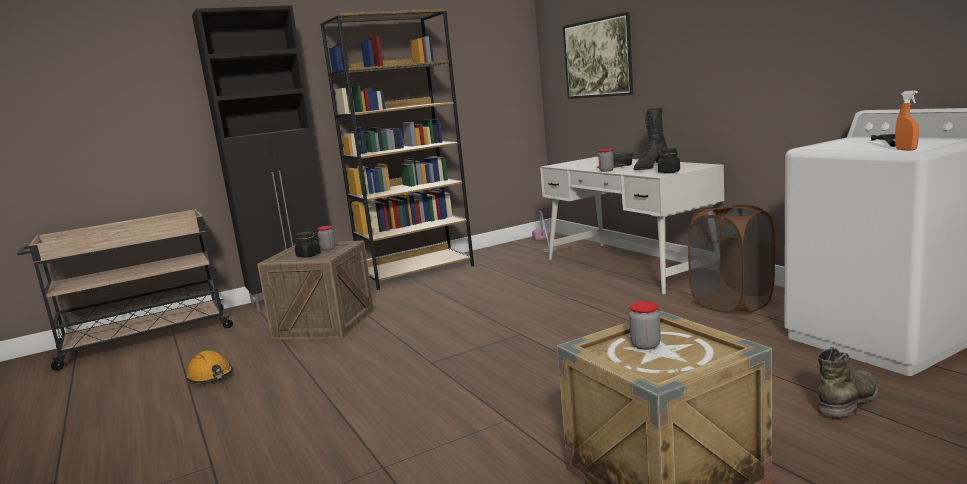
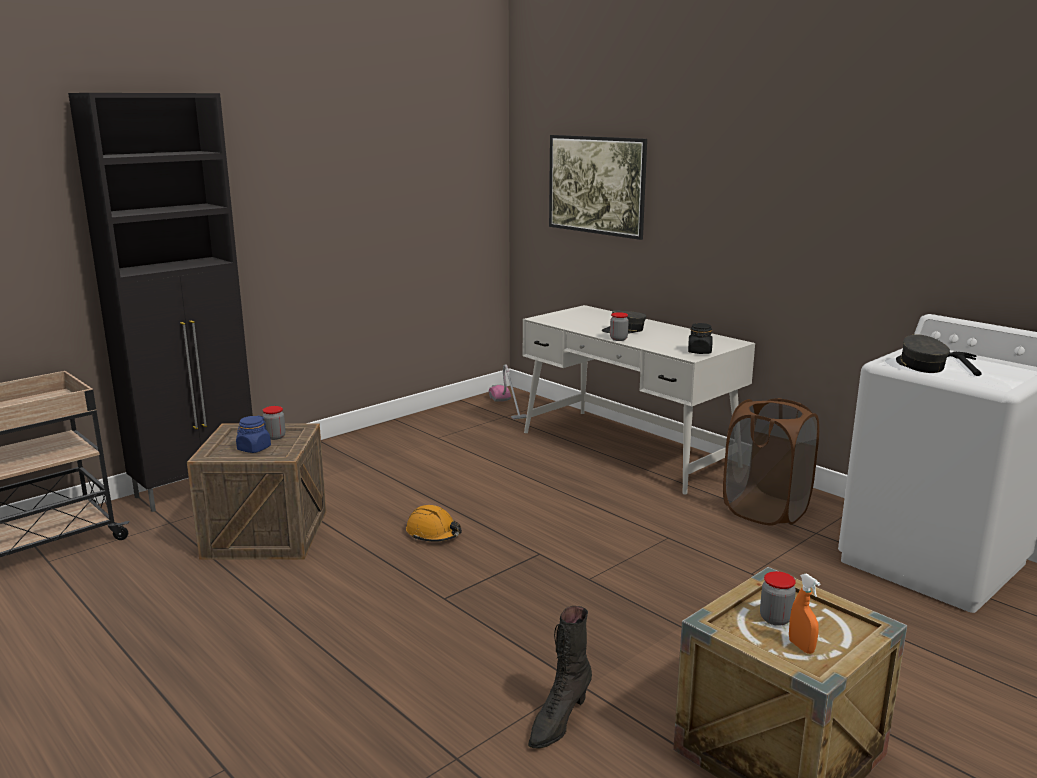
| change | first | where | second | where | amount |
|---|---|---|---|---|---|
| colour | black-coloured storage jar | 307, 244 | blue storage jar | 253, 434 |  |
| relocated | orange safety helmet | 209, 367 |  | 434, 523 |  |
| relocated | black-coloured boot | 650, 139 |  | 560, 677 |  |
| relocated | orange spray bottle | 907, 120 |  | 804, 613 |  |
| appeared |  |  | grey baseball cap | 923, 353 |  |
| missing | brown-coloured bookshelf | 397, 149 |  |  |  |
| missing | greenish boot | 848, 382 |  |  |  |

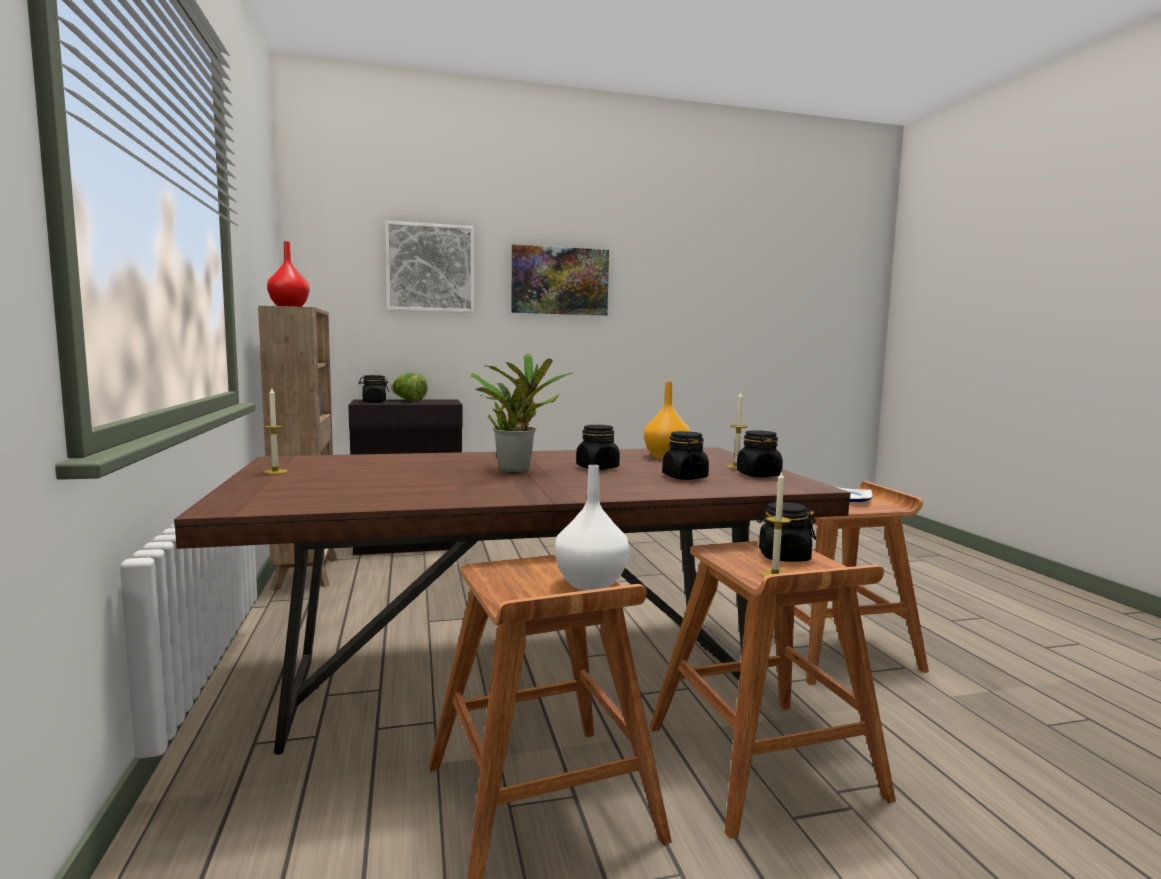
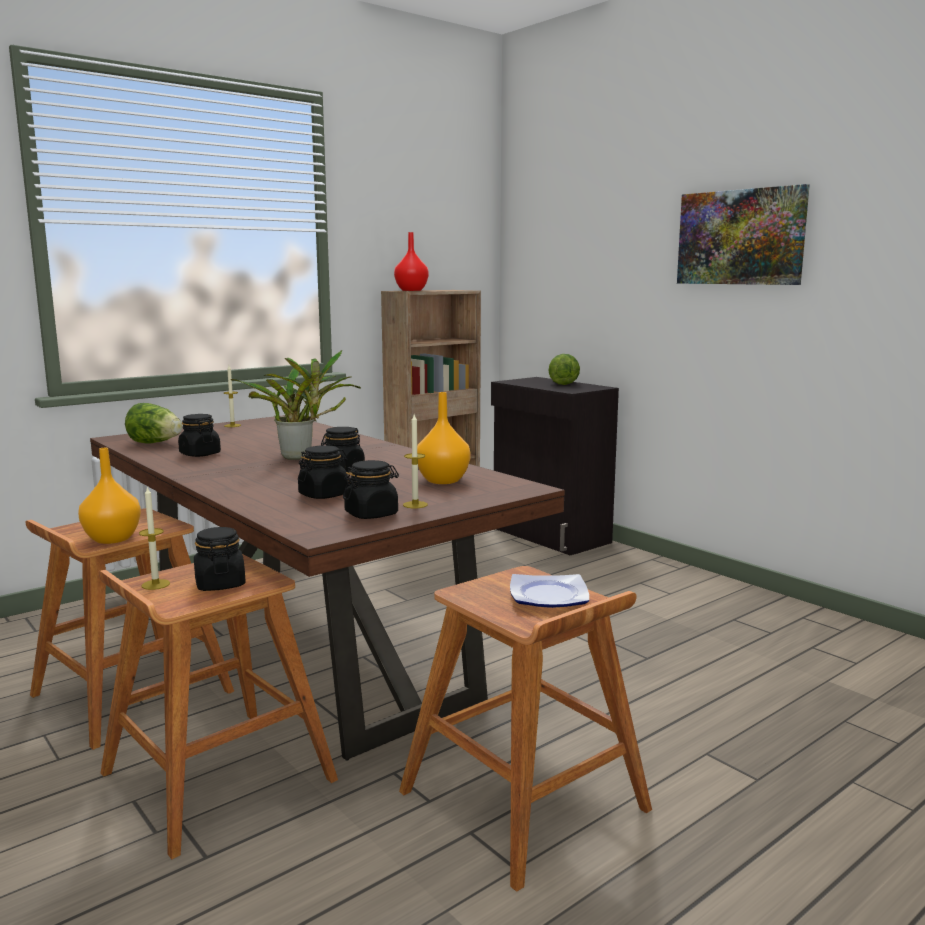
| change | first | where | second | where | amount |
|---|---|---|---|---|---|
| colour | white flower vase | 592, 527 | orange flower vase | 109, 496 |  |
| appeared |  |  | lettuce head | 154, 423 |  |
| relocated | black-coloured storage jar | 373, 388 |  | 199, 435 |  |
| missing | wall art | 429, 267 |  |  |  |

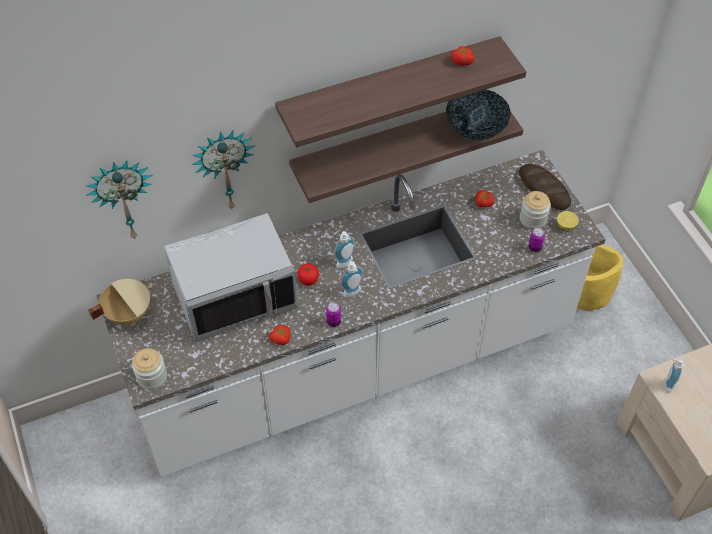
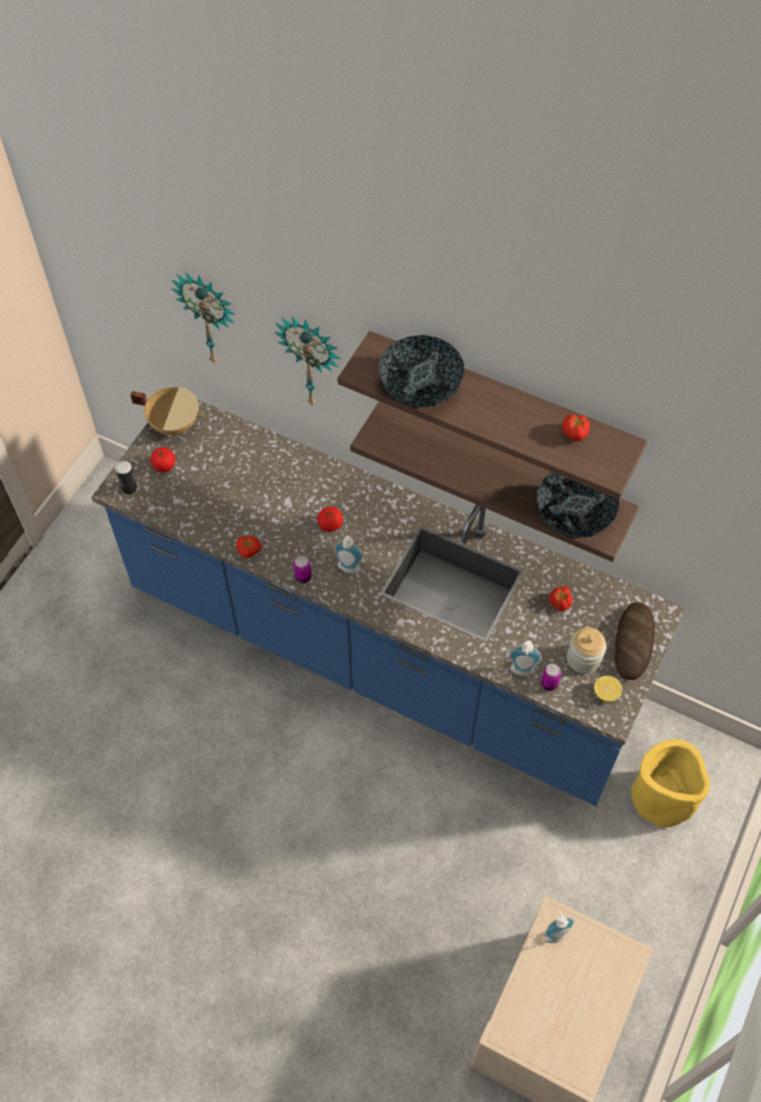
| change | first | where | second | where | amount |
|---|---|---|---|---|---|
| colour | white kitchen base unit | 351, 313 | blue kitchen base unit | 388, 602 |  |
| exchanged | storage jar | 149, 369 | sealed can | 126, 477 |  |
| appeared |  |  | tomato | 163, 460 |  |
| appeared |  |  | deep dish | 421, 371 |  |
| relocated | soap dispenser | 344, 249 |  | 525, 658 |  |
| missing | grey kitchen microwave | 231, 278 |  |  |  |

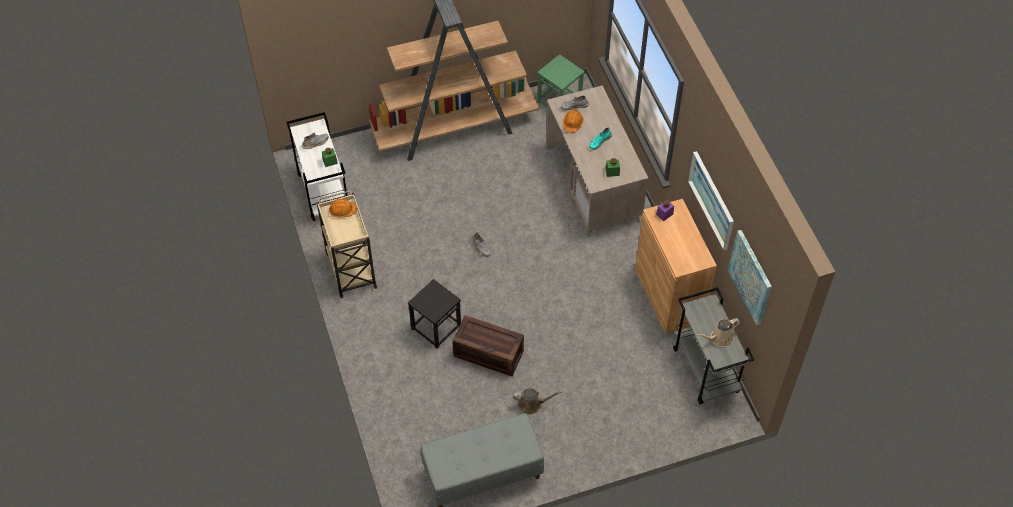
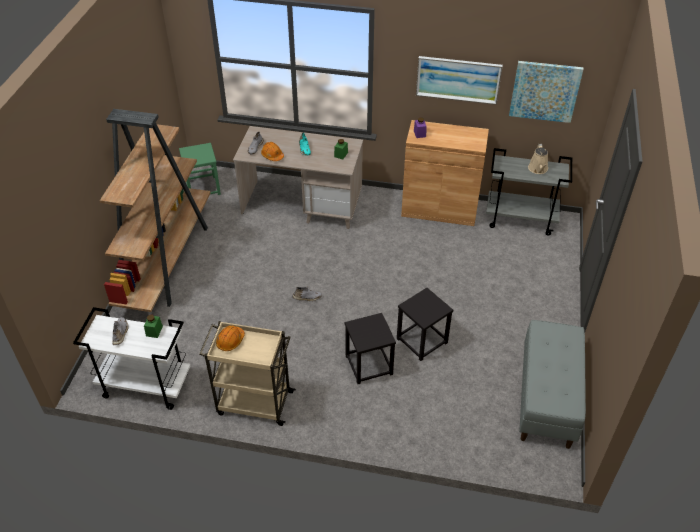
| change | first | where | second | where | amount |
|---|---|---|---|---|---|
| exchanged | packing crate | 488, 345 | black-coloured stool seat | 425, 324 |  |
| missing | brown-coloured watering can | 537, 401 |  |  |  |

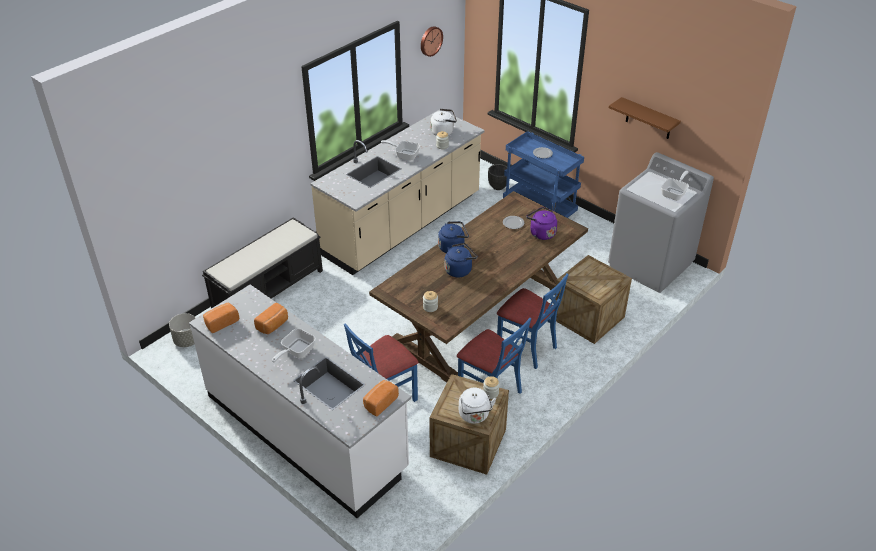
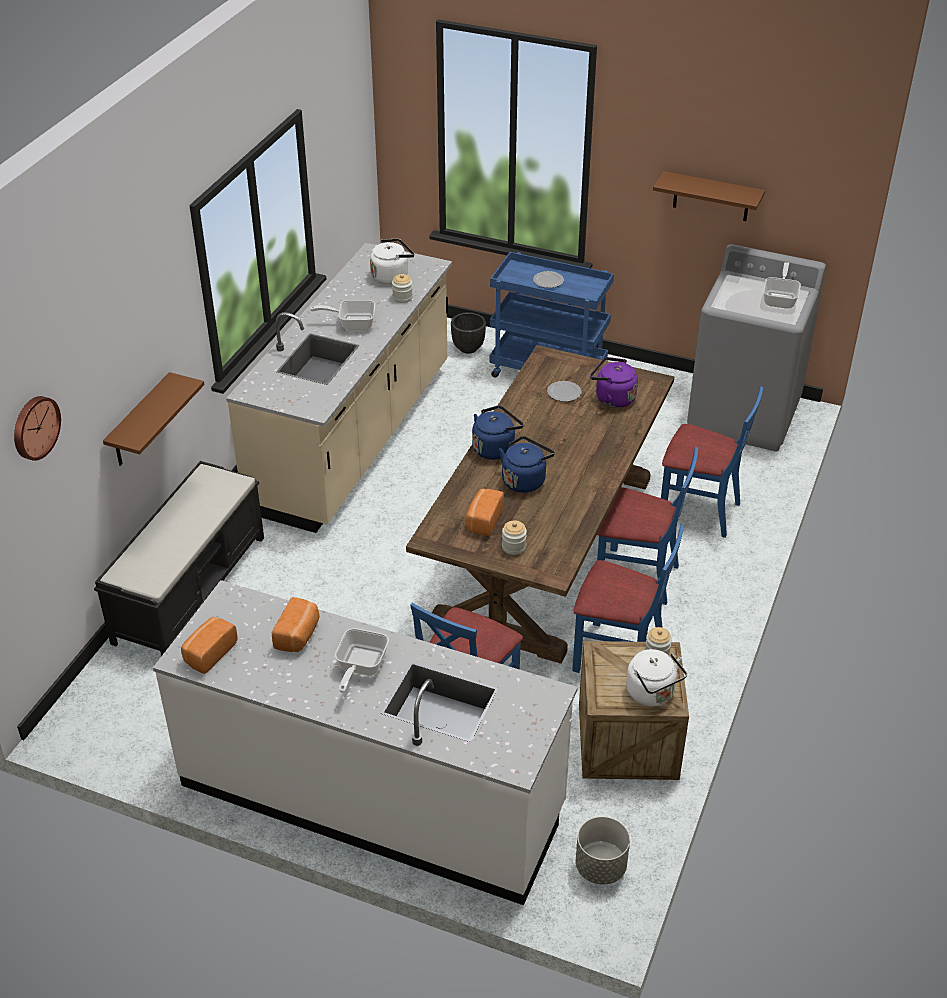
| change | first | where | second | where | amount |
|---|---|---|---|---|---|
| relocated | clock on the wall | 432, 41 |  | 37, 428 |  |
| appeared |  |  | brown-coloured wall shelf | 153, 419 |  |
| relocated | baked bread | 381, 398 |  | 484, 512 |  |
| relocated | grey flower pot | 182, 330 |  | 603, 850 |  |
| exchanged | packing crate | 592, 299 | blue upright chair | 712, 462 |  |

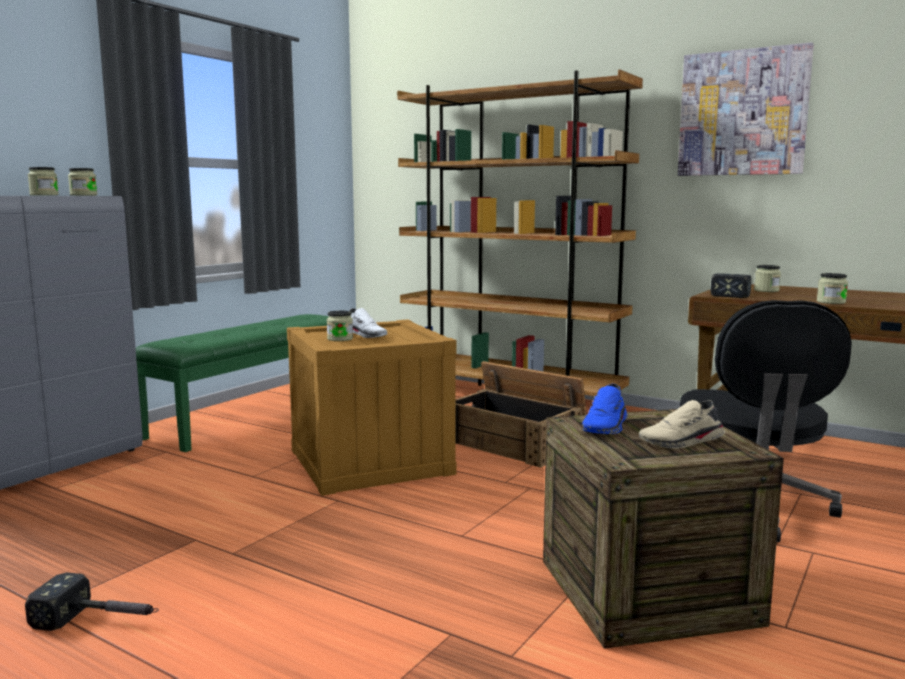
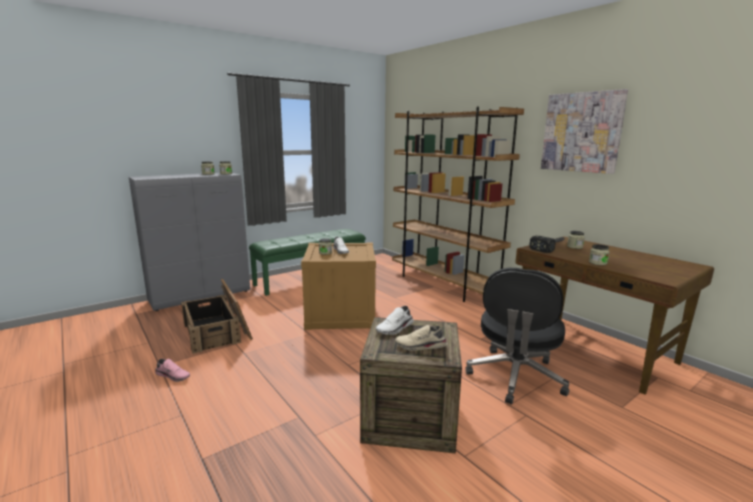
| change | first | where | second | where | amount |
|---|---|---|---|---|---|
| exchanged | tool hammer | 92, 602 | pink-coloured low shoe | 172, 370 |  |
| relocated | packing crate | 521, 414 |  | 217, 316 |  |
| colour | blue low shoe | 605, 409 | white low shoe | 395, 320 |  |

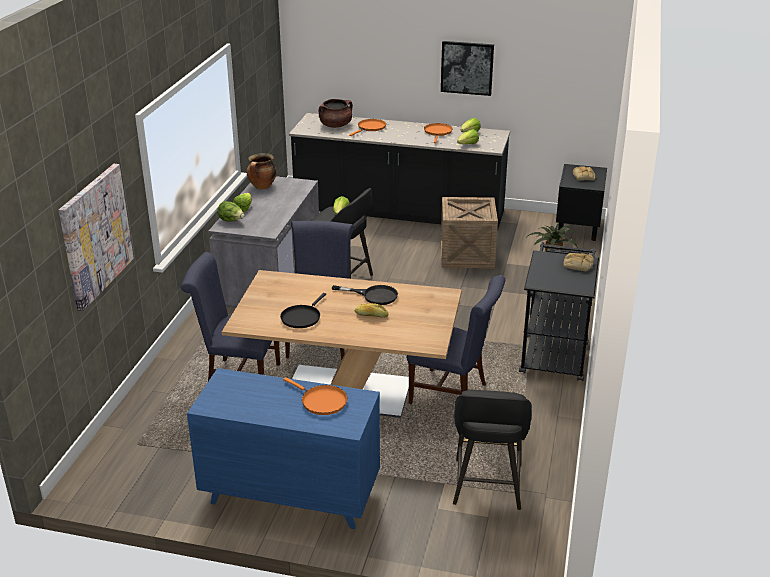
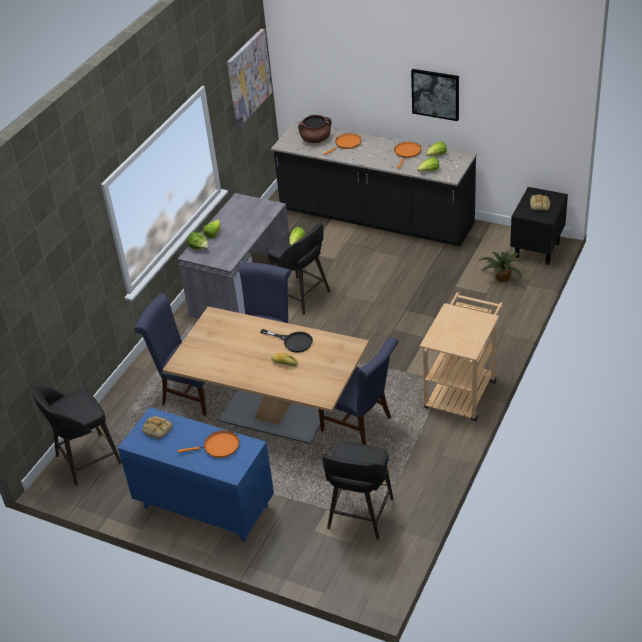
| change | first | where | second | where | amount |
|---|---|---|---|---|---|
| appeared |  |  | black-coloured stool seat | 77, 436 |  |
| relocated | baked bread | 578, 262 |  | 157, 427 |  |
| spun | orange frying pan | 315, 396 |  | 208, 444 | 60 degrees counterclockwise |
| relocated | wall art | 96, 237 |  | 249, 78 |  |
| colour | black-coloured cart | 559, 311 | beige cart | 461, 357 |  |
| missing | stockpot | 262, 171 |  |  |  |
| missing | black-coloured frying pan | 303, 310 |  |  |  |
| missing | packing crate | 469, 233 |  |  |  |

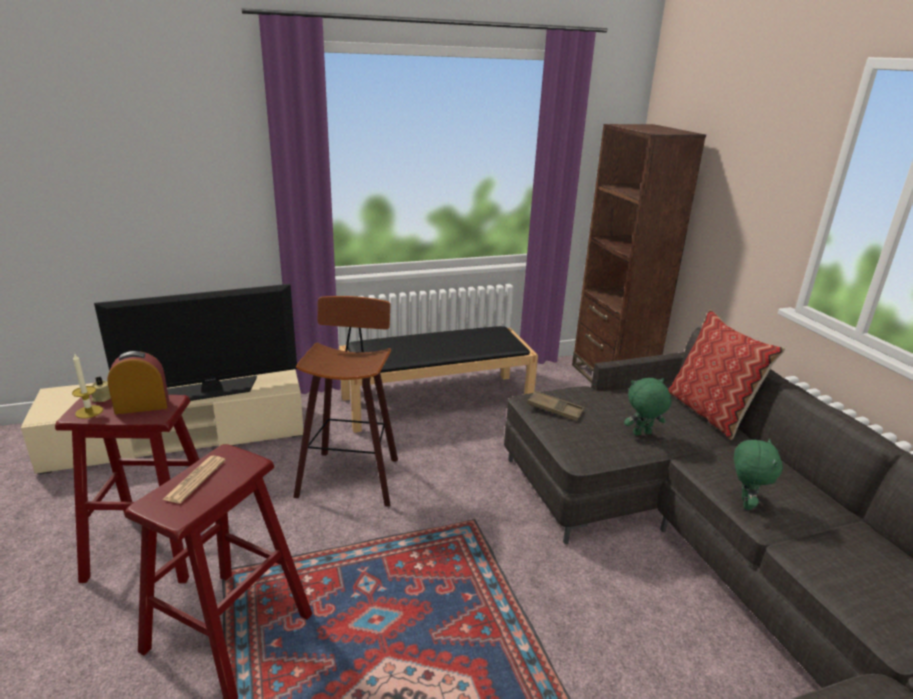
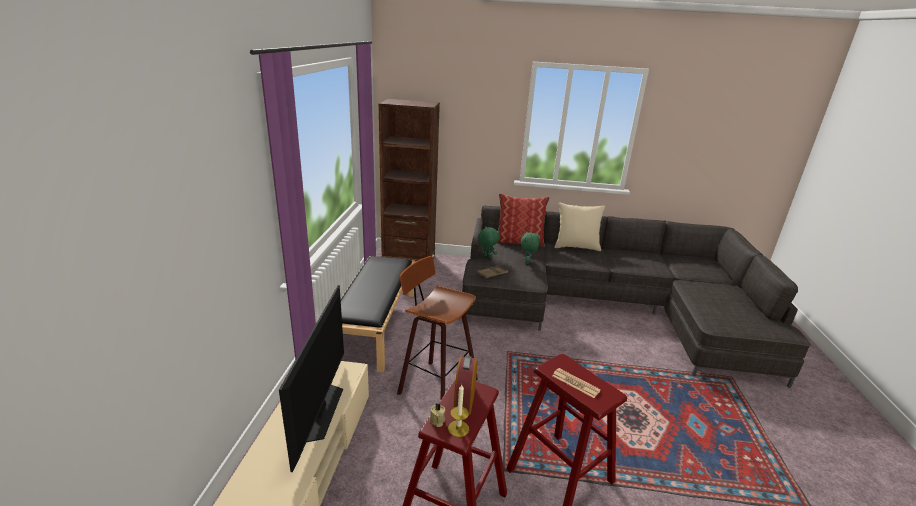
| change | first | where | second | where | amount |
|---|---|---|---|---|---|
| relocated | greenish plush toy | 758, 474 |  | 489, 242 |  |
| appeared |  |  | beige throw pillow | 579, 226 |  |

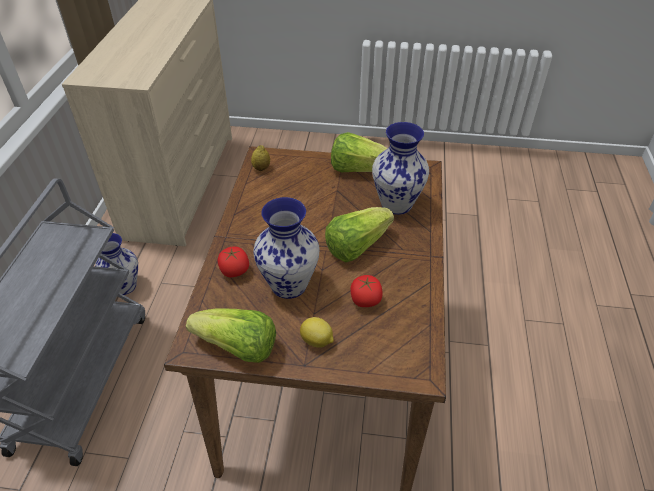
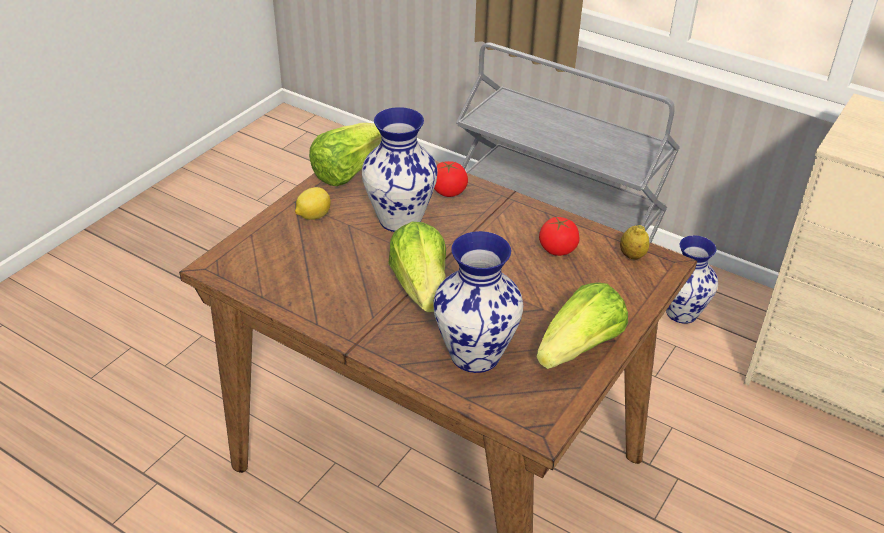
| change | first | where | second | where | amount |
|---|---|---|---|---|---|
| relocated | tomato | 366, 291 |  | 559, 236 |  |

